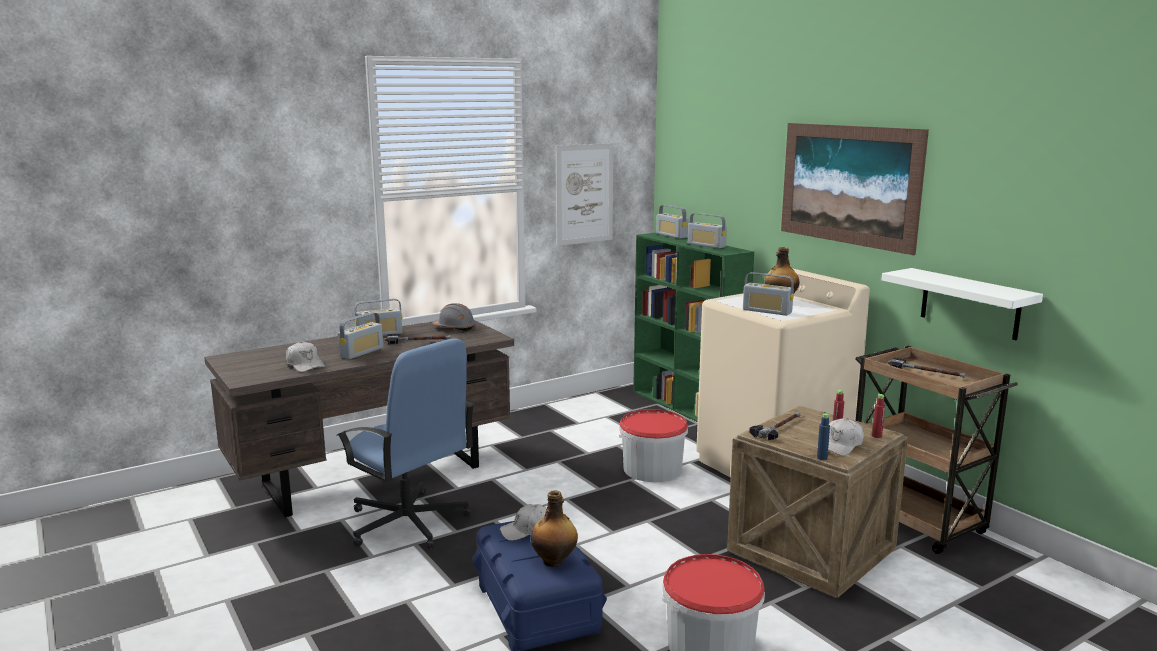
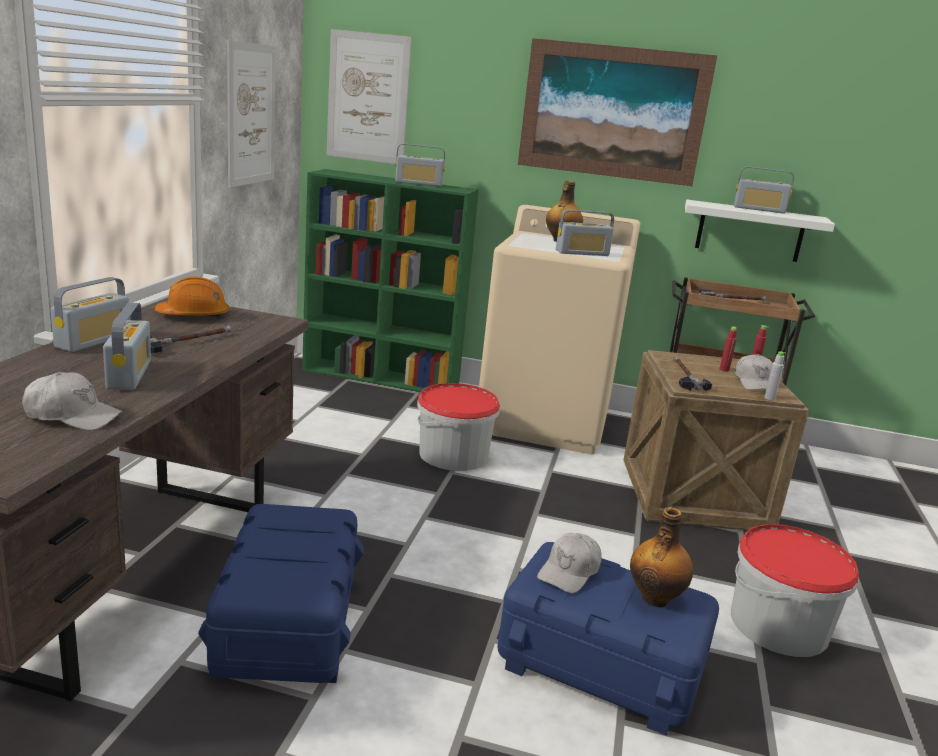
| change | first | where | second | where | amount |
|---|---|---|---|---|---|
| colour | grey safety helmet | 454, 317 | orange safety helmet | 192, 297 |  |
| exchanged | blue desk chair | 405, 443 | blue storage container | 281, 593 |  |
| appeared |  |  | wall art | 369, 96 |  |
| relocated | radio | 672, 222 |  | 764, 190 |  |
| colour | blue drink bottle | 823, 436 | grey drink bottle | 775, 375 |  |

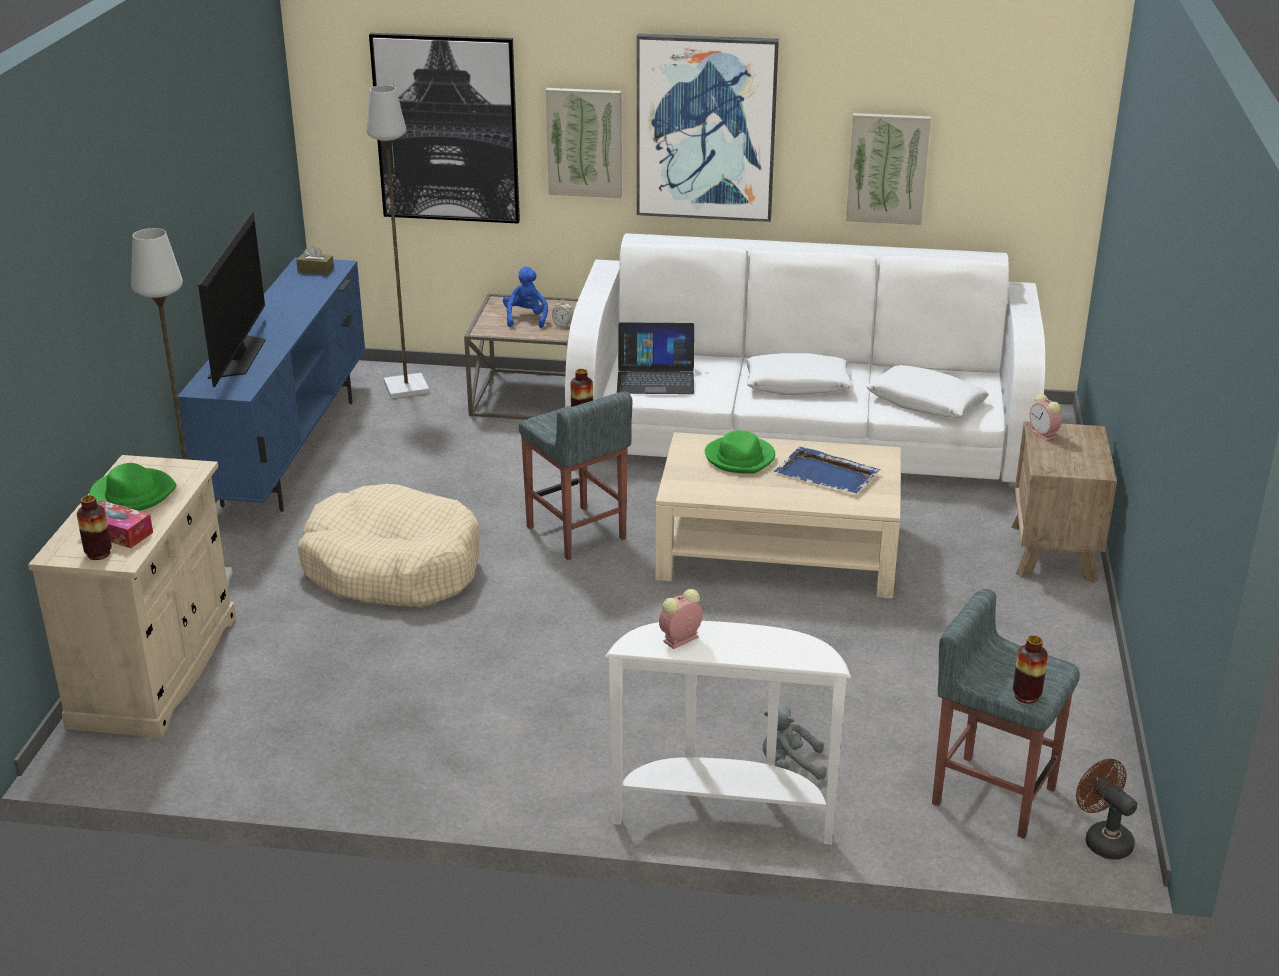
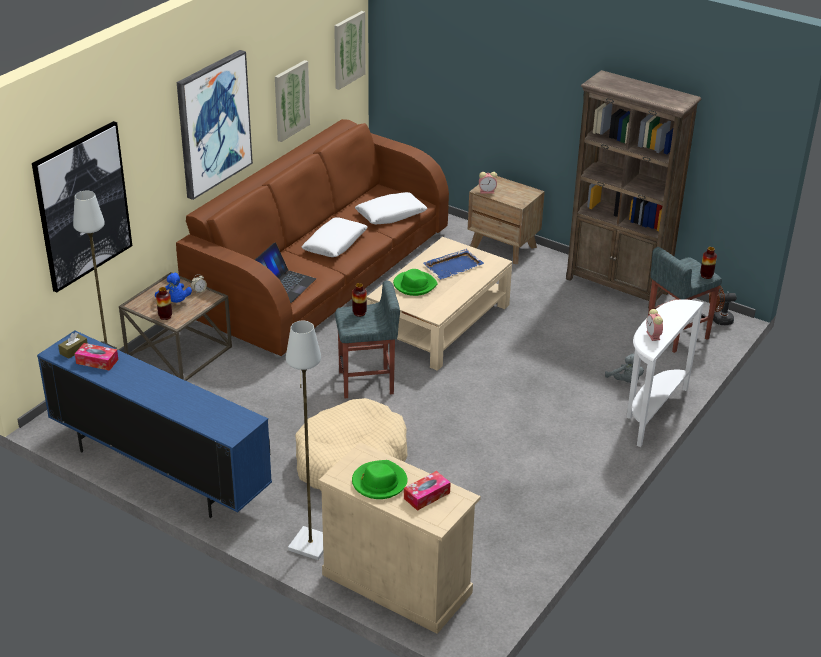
| change | first | where | second | where | amount |
|---|---|---|---|---|---|
| appeared |  |  | tissue box | 96, 357 |  |
| spun | blue plush toy | 525, 297 |  | 173, 288 | 150 degrees counterclockwise |
| relocated | flower vase | 94, 527 |  | 164, 303 |  |
| colour | white sofa | 805, 361 | brown-coloured sofa | 312, 238 |  |
| relocated | wall art | 584, 143 |  | 349, 50 |  |
| appeared |  |  | brown-coloured bookshelf | 633, 189 |  |
| spun | grey plush toy | 795, 742 |  | 624, 368 | 60 degrees counterclockwise |
| missing | TV set | 232, 299 |  |  |  |

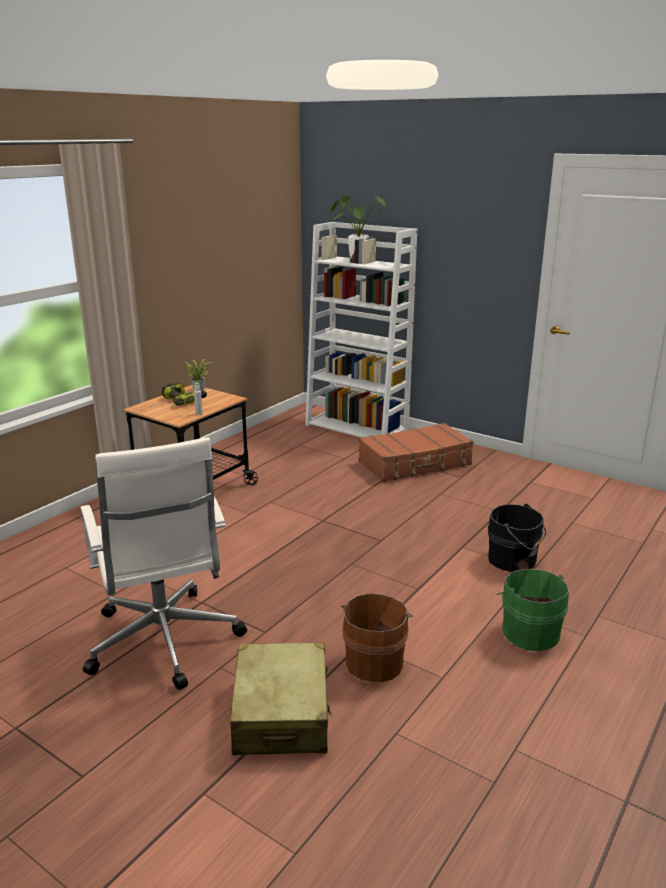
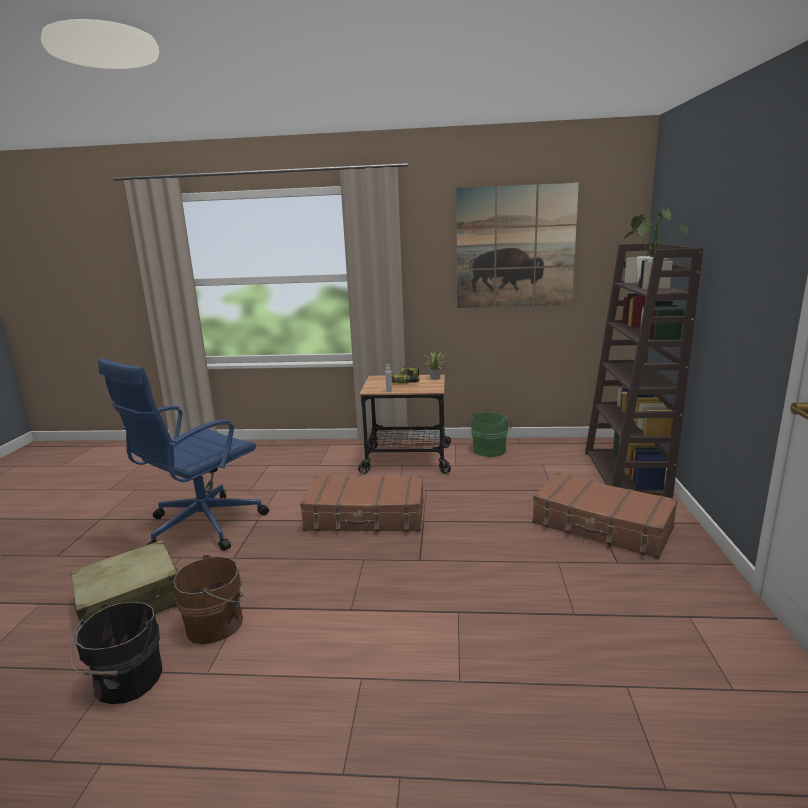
| change | first | where | second | where | amount |
|---|---|---|---|---|---|
| relocated | black-coloured pail | 517, 538 |  | 117, 653 |  |
| colour | white desk chair | 164, 563 | blue desk chair | 183, 454 |  |
| appeared |  |  | brown-coloured suitcase | 362, 504 |  |
| appeared |  |  | wall art | 517, 245 |  |
| relocated | greenish pail | 533, 610 |  | 491, 434 |  |
| colour | white bookshelf | 361, 329 | brown-coloured bookshelf | 644, 370 |  |

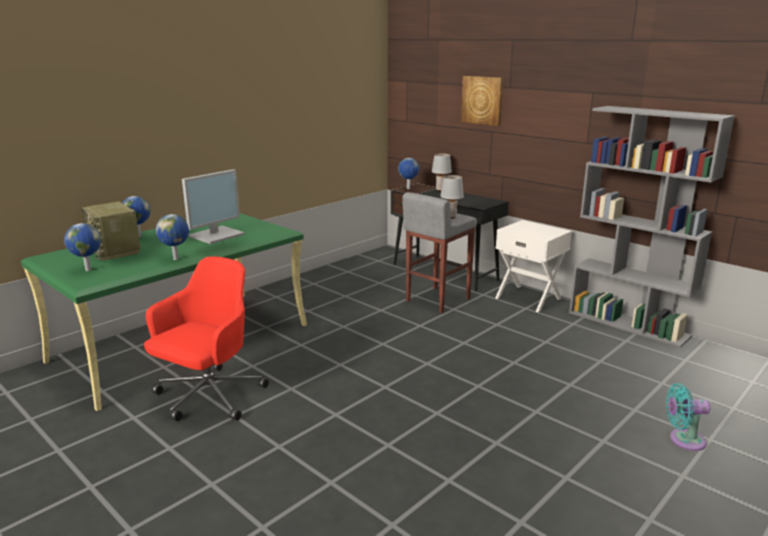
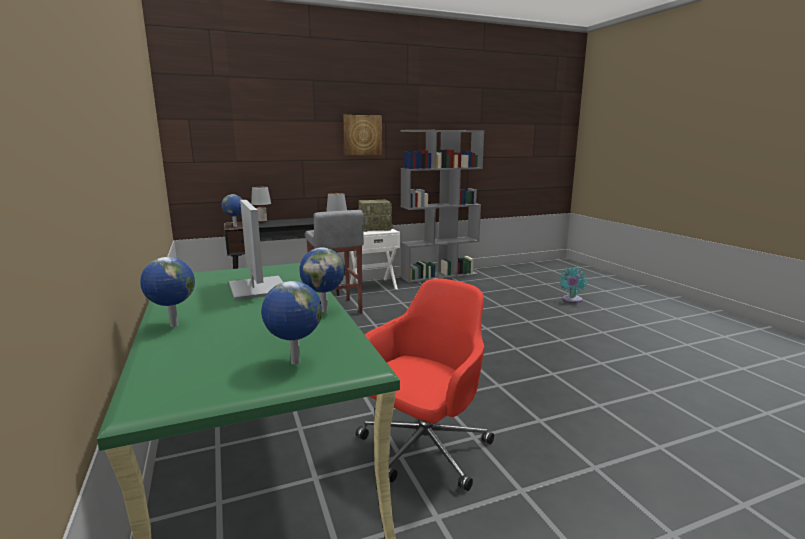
| change | first | where | second | where | amount |
|---|---|---|---|---|---|
| relocated | wall art | 482, 101 |  | 362, 135 |  |
| spun | red desk chair | 206, 338 |  | 425, 384 | 75 degrees clockwise |
| relocated | radio | 110, 231 |  | 375, 216 |  |

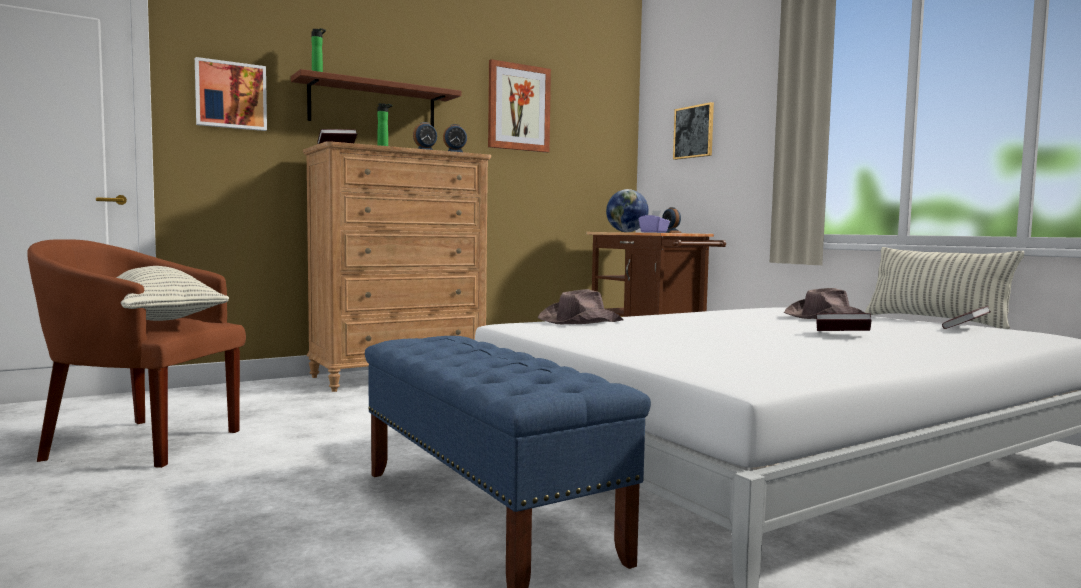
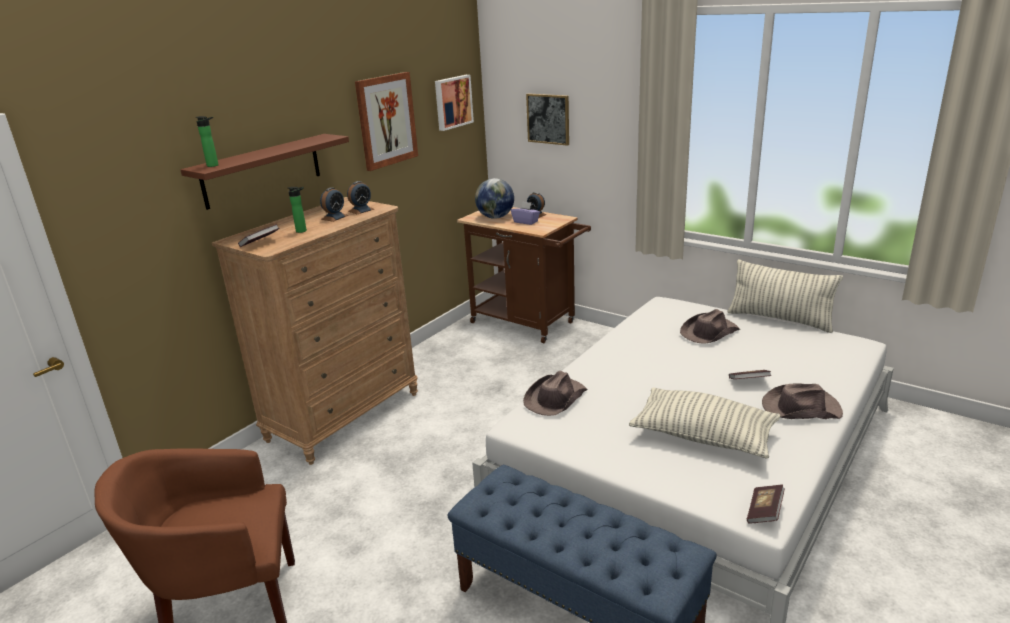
| change | first | where | second | where | amount |
|---|---|---|---|---|---|
| relocated | wall art | 231, 94 |  | 454, 103 |  |
| relocated | throw pillow | 172, 293 |  | 704, 423 |  |
| relocated | volume | 966, 317 |  | 766, 504 |  |
| appeared |  |  | brown-coloured clothing hat | 802, 401 |  |

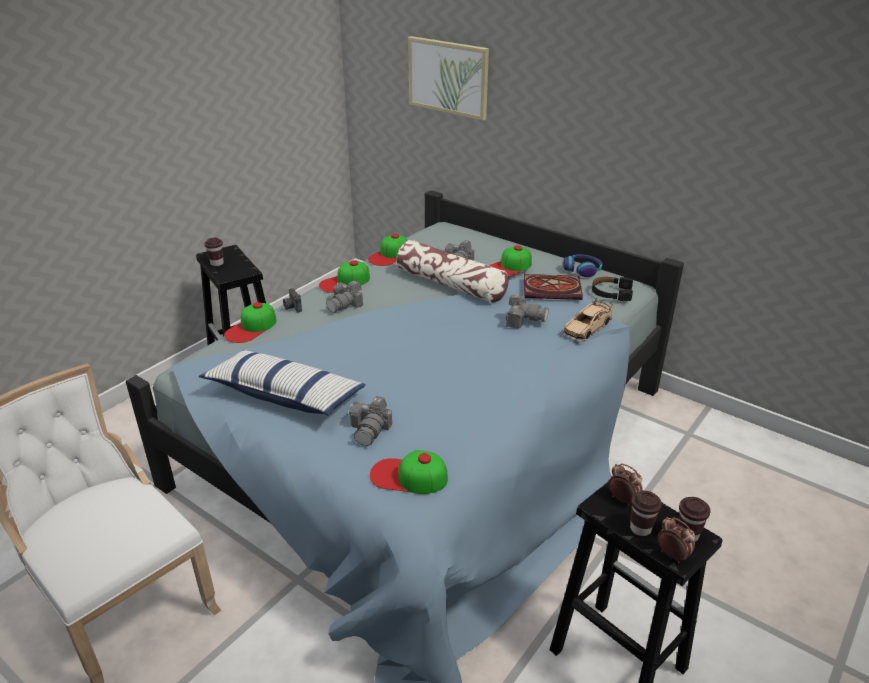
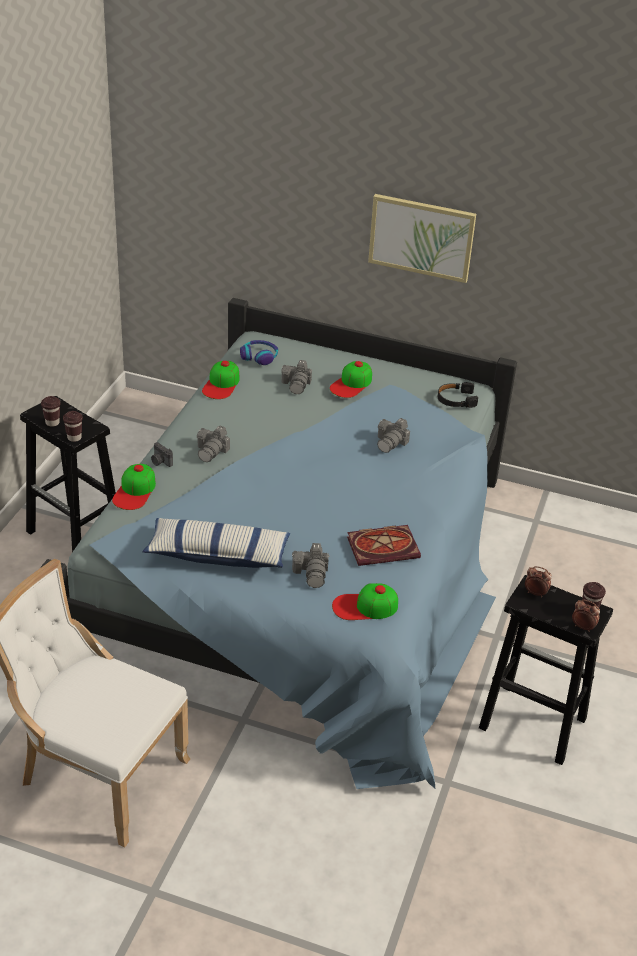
| change | first | where | second | where | amount |
|---|---|---|---|---|---|
| relocated | brown-coloured drinking cup | 646, 513 |  | 73, 426 |  |
| relocated | headset | 583, 265 |  | 259, 352 |  |
| relocated | volume | 553, 287 |  | 384, 545 |  |
| relocated | wall art | 448, 78 |  | 422, 238 |  |
| spun | photo camera | 527, 311 |  | 393, 435 | 120 degrees clockwise |
| missing | baseball cap | 344, 276 |  |  |  |
| missing | throw pillow | 453, 271 |  |  |  |
| missing | beige miniature car | 588, 319 |  |  |  |

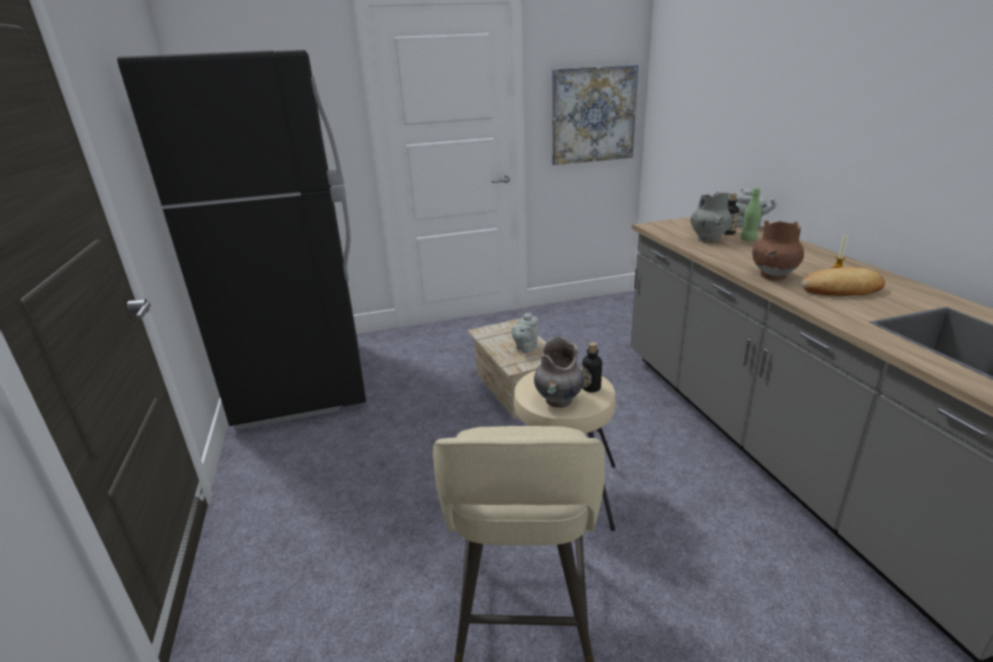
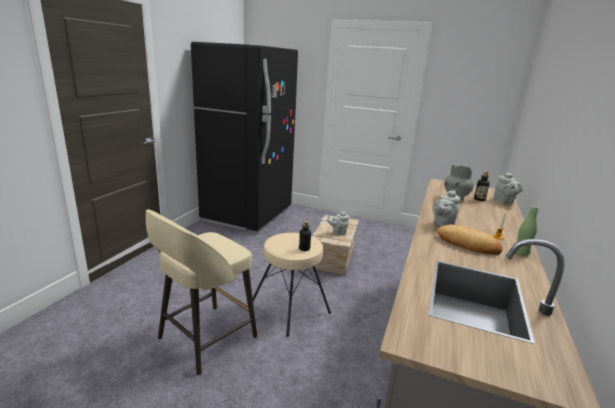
| change | first | where | second | where | amount |
|---|---|---|---|---|---|
| exchanged | brown-coloured flower vase | 778, 250 | grey pot for tea | 446, 208 |  |
| relocated | greenish drink bottle | 751, 214 |  | 527, 231 |  |
| missing | grey flower vase | 559, 372 |  |  |  |
| missing | wall art | 595, 115 |  |  |  |

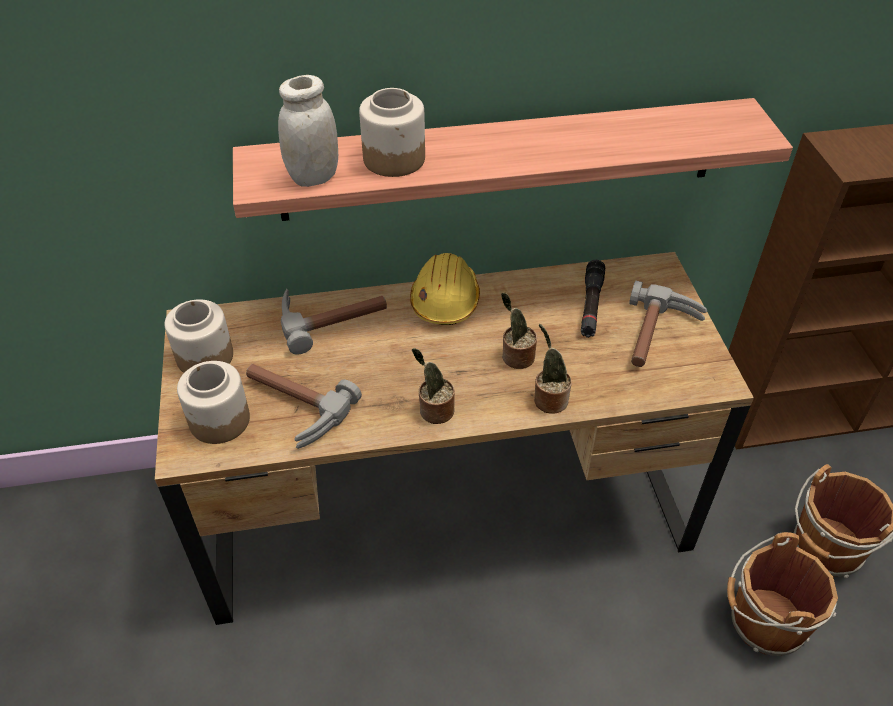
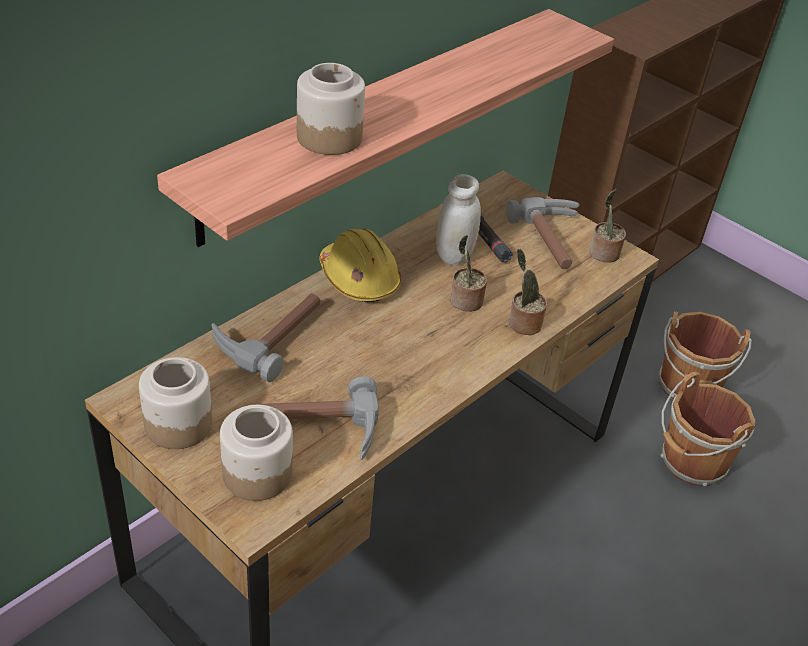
| change | first | where | second | where | amount |
|---|---|---|---|---|---|
| relocated | white storage jar | 308, 131 |  | 458, 220 |  |
| relocated | potted plant | 433, 386 |  | 607, 226 |  |

